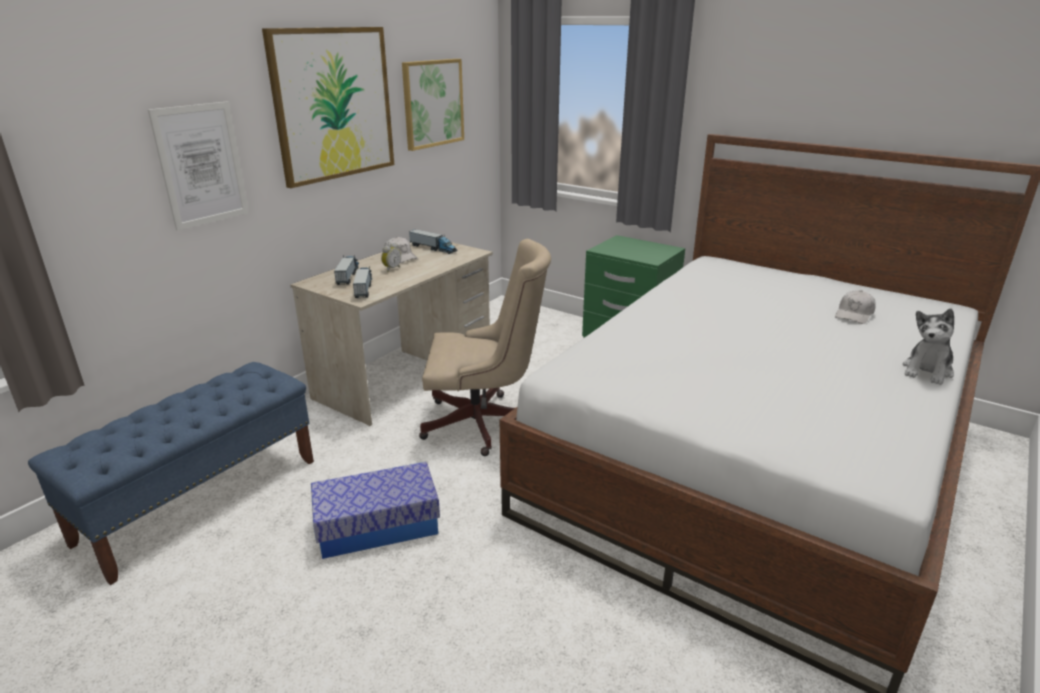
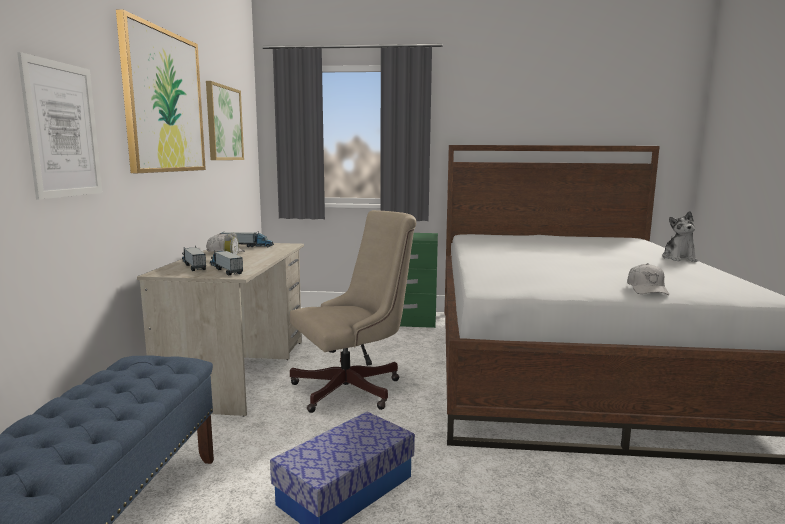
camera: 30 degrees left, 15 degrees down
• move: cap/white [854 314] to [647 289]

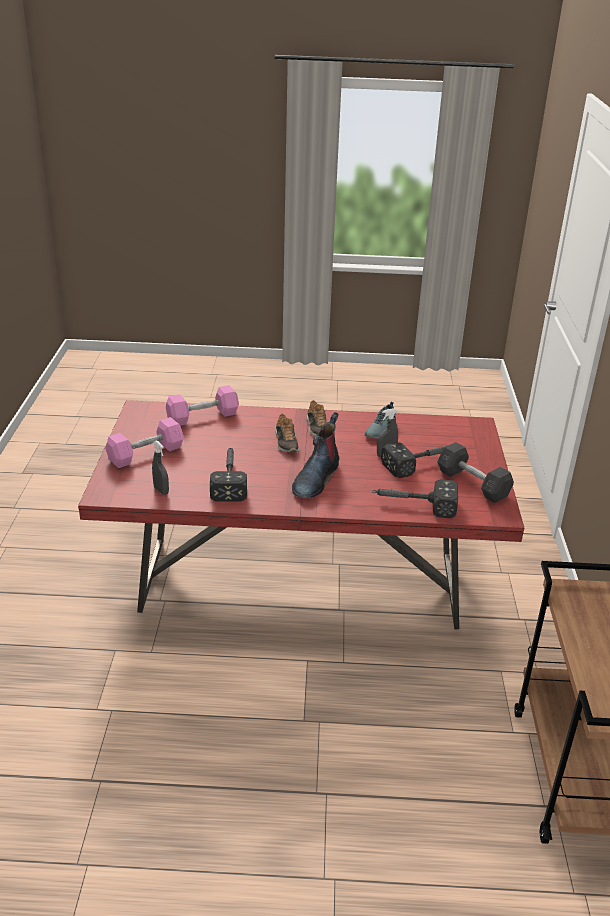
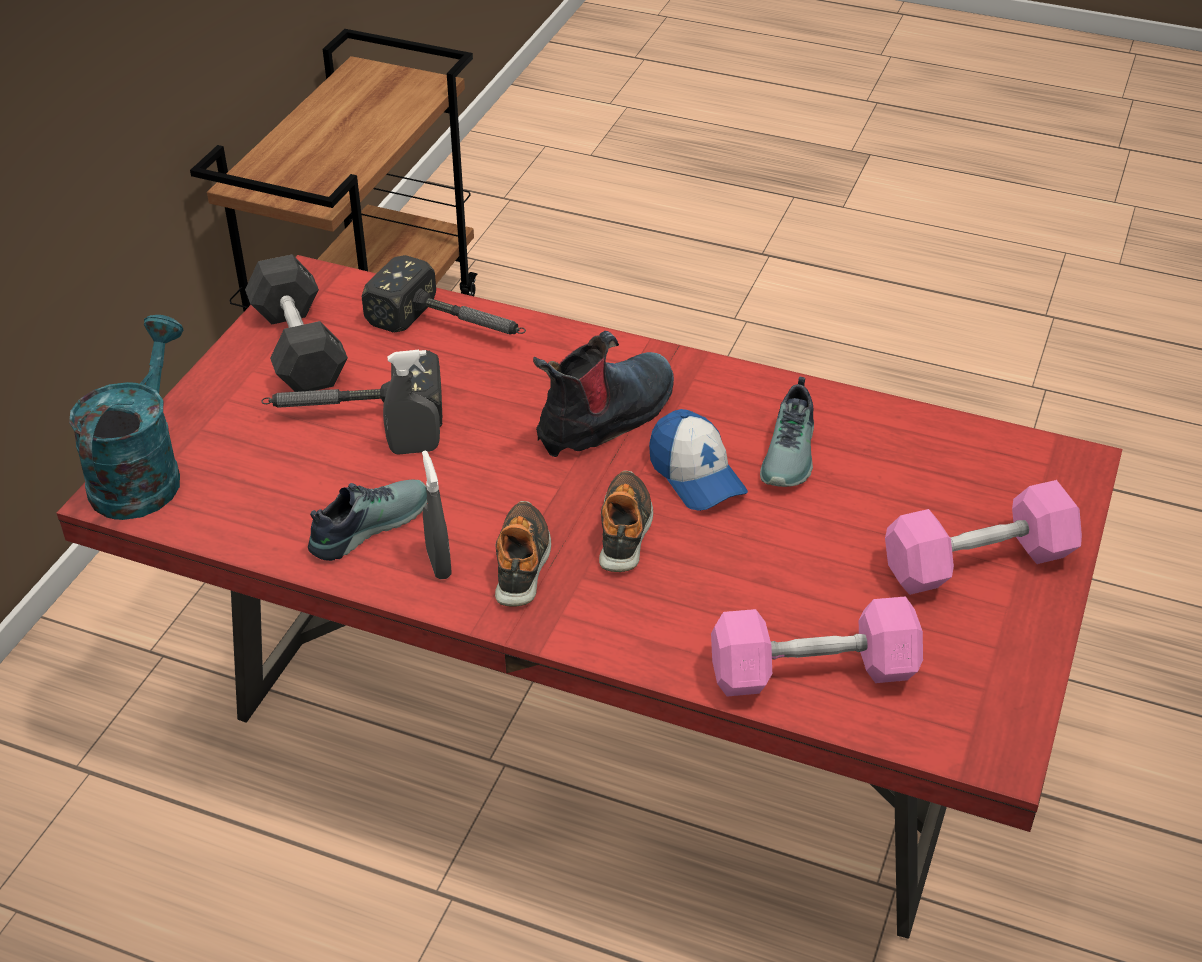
camera: 160 degrees left, 10 degrees up
• insert: watering can/turquoise [142 473]
• move: spray bottle/grey [161 490] to [439 563]
• insert: cap [696 475]
• replace: hammer [229 478] to shoe [792 453]

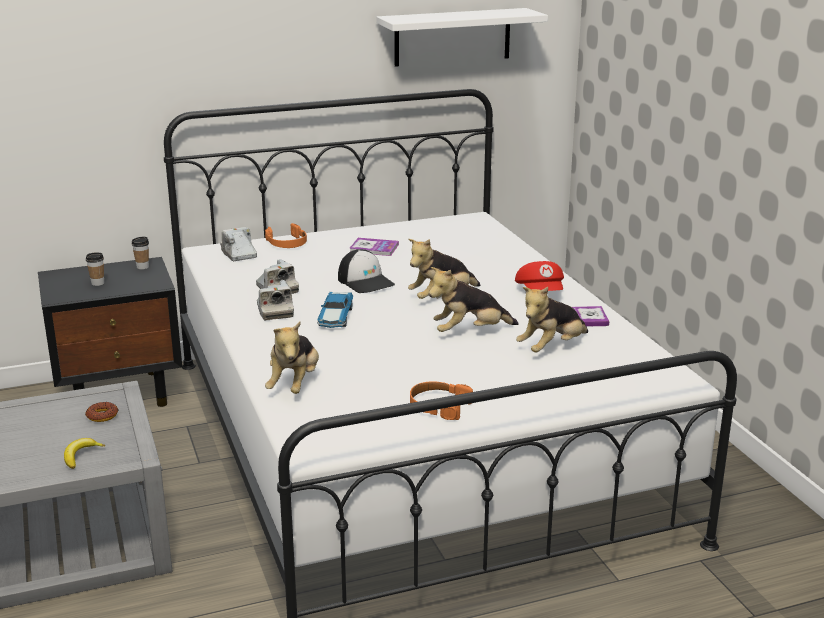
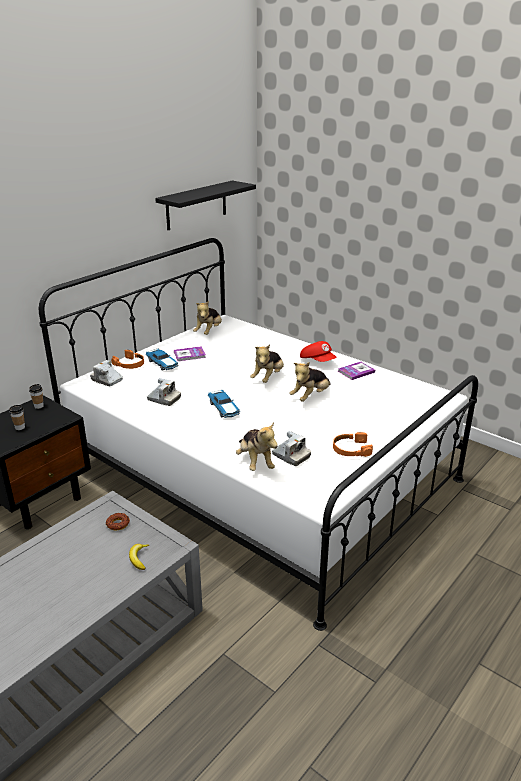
camera: 30 degrees left, 5 degrees up
• insert: toy car [162 364]
• recolor: shelf/white [452 37] to shelf/black [196 205]
• move: plush toy [552 348] to [209 332]
• move: photo camera [275 311] to [291 456]
• delete: cap [366 281]

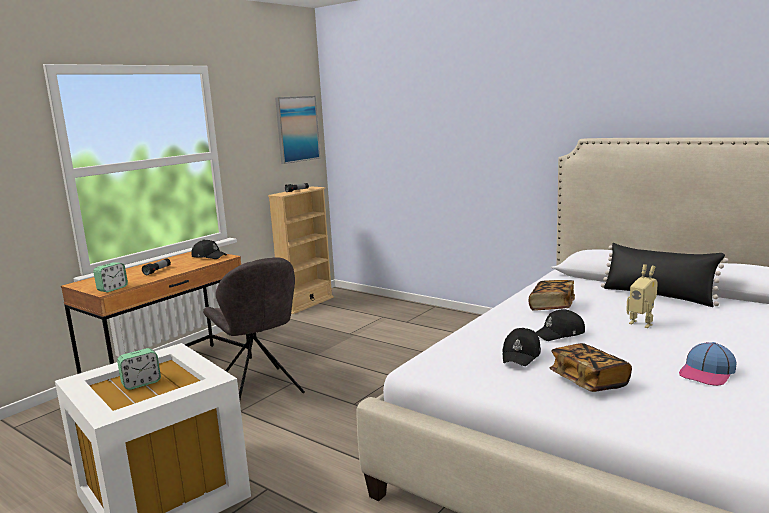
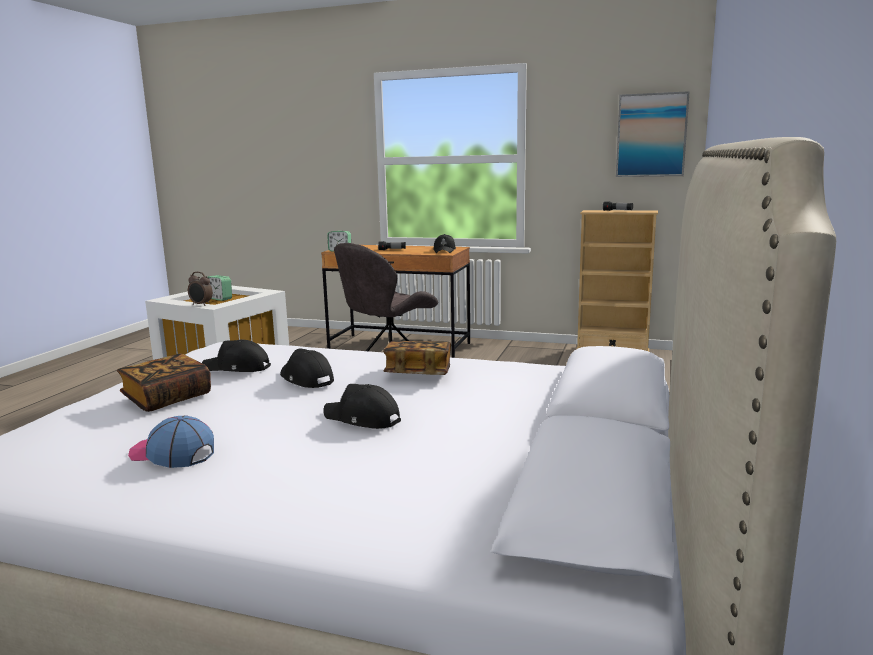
camera: 70 degrees right, 0 degrees up
• insert: alarm clock [201 305]
• replace: toy robot [642 323] to cap/black [362 419]
• delete: pillow/black [658 296]

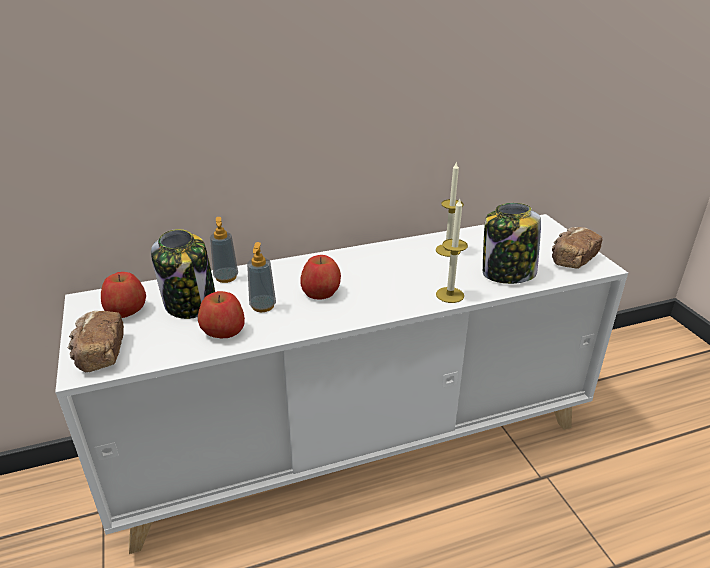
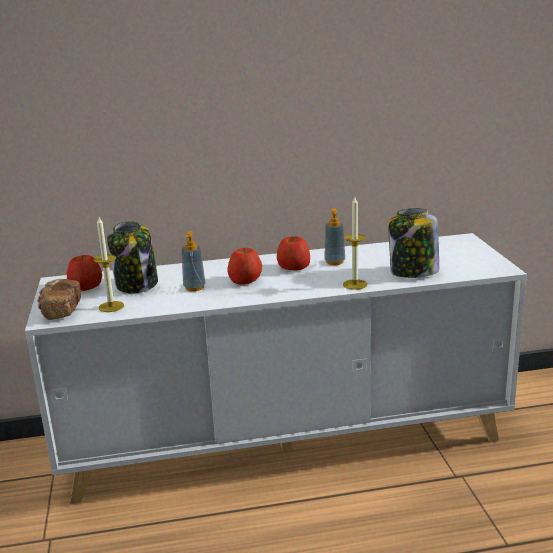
camera: 10 degrees right, 10 degrees down
• move: candle [448 250] to [111 306]
• move: apple [223 331] to [293 267]
• move: soap dispenser [226 277] to [334 262]
• delete: bread [572 259]

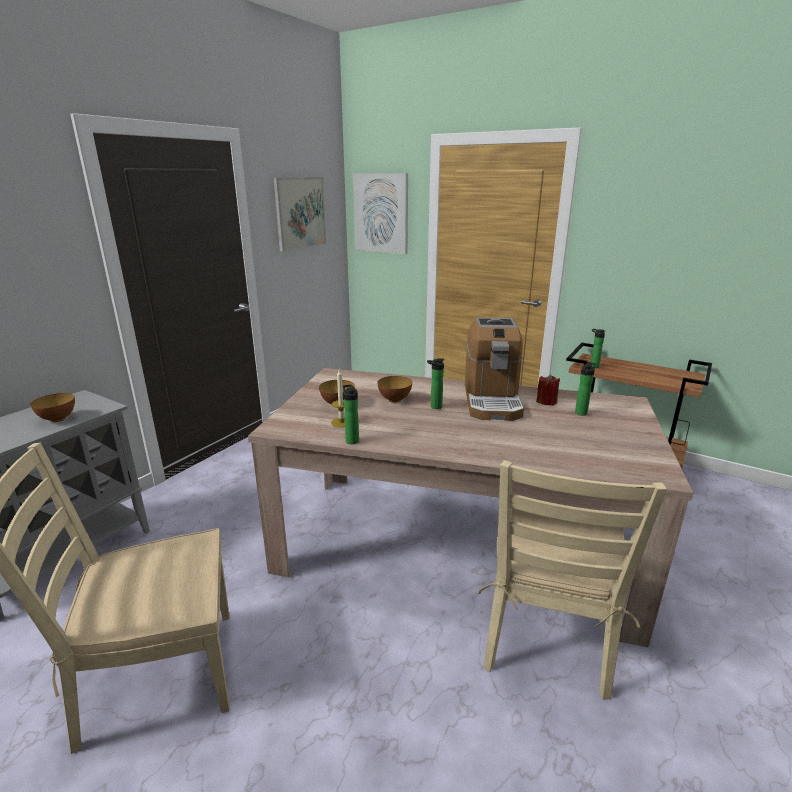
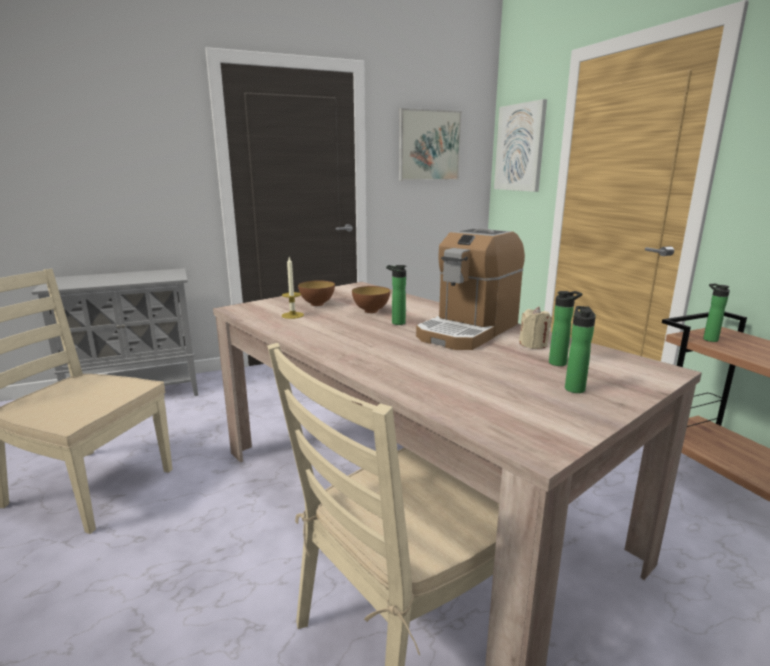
camera: 35 degrees right, 5 degrees down
• recolor: candle/red [546 401] to candle/beige [533 345]
• move: bottle [351 440] to [574 388]
• delete: bowl [58 419]

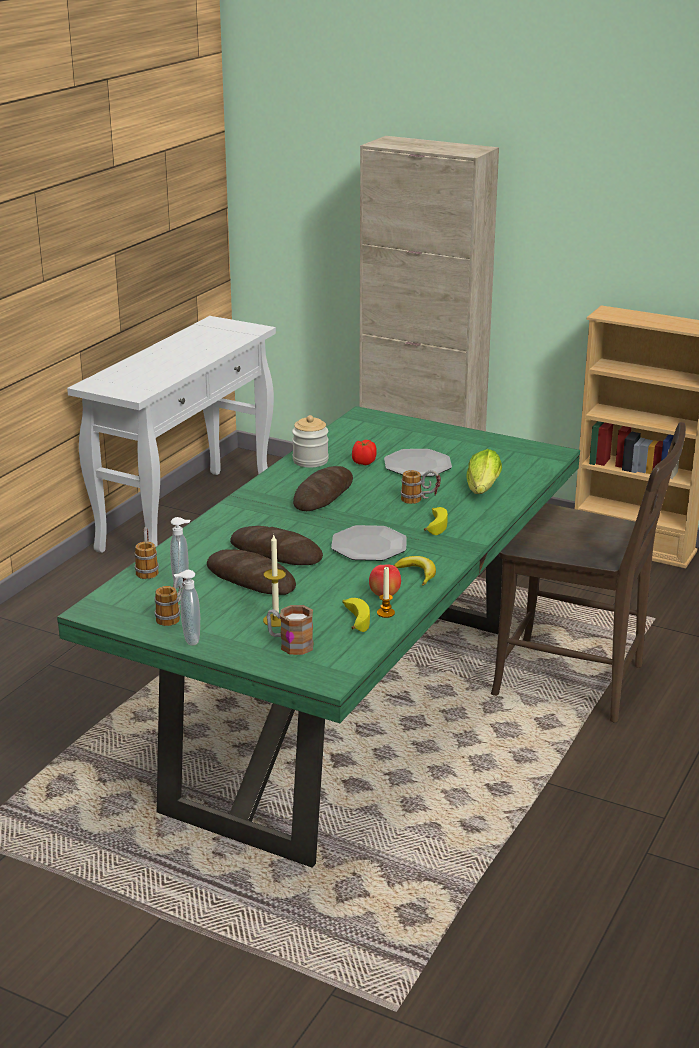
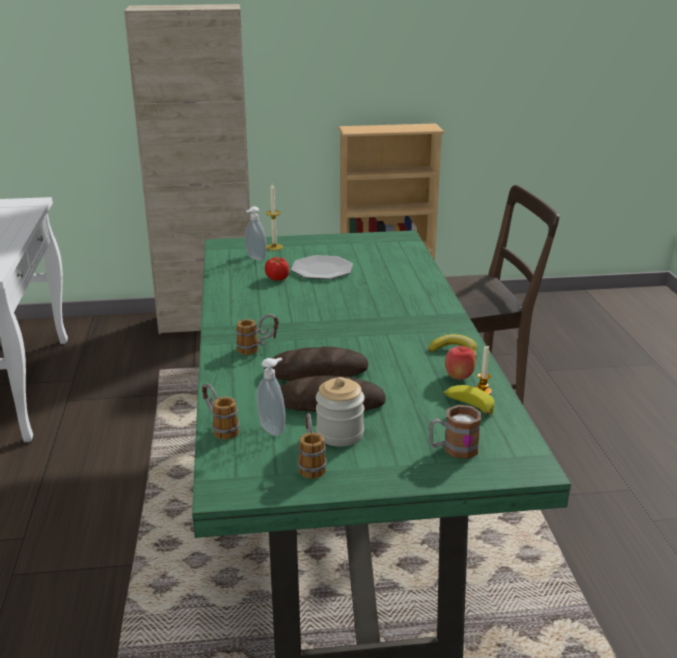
camera: 35 degrees left, 0 degrees up
• move: mug [420 501] to [258 349]
• move: soap dispenser [189 639] to [255 258]
• move: candle [276 620] to [274 247]
• move: jar [310 461] to [340 434]
• delete: bread [323 494]
• delete: plate [368 546]
• delete: banana [435 525]
• delete: lettuce [482 490]

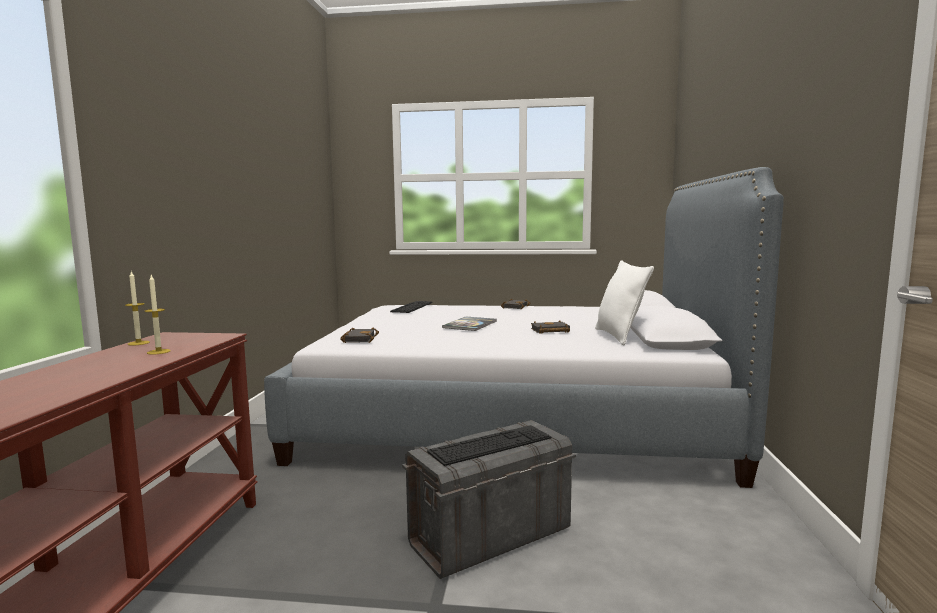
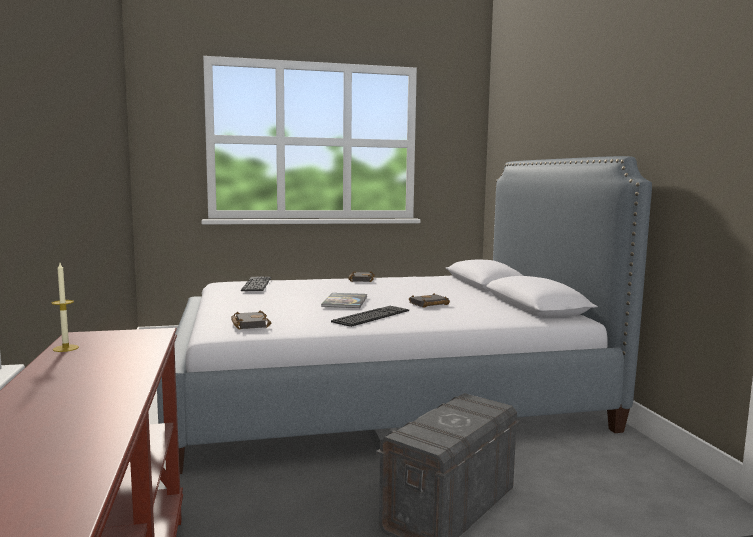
camera: 20 degrees left, 0 degrees up
• move: keyboard [491 445] to [371 316]
• delete: candle [158 352]
• delete: pillow/white [619 336]

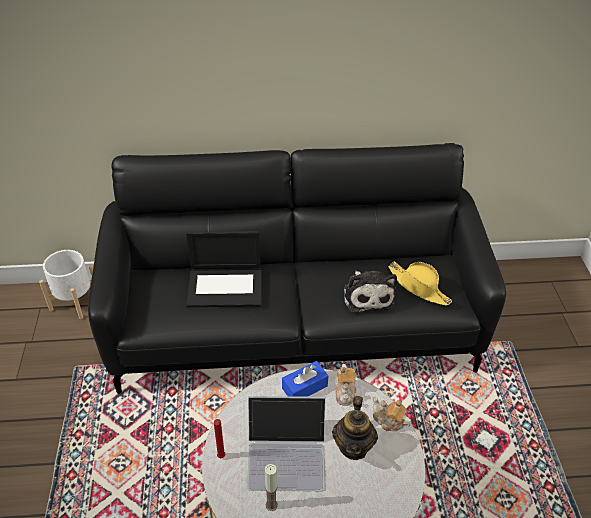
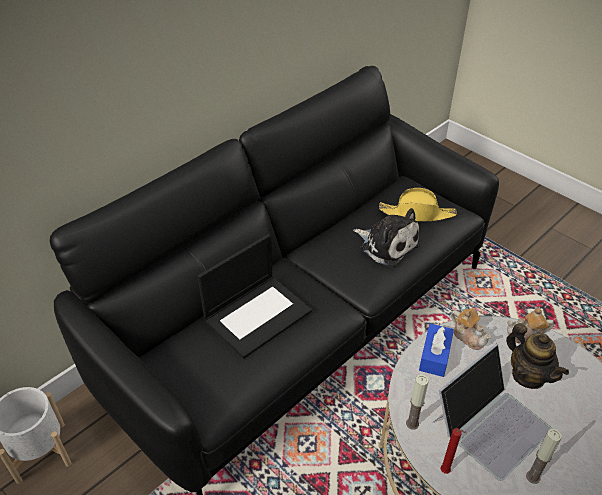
camera: 40 degrees left, 0 degrees up
• insert: candle [412 423]

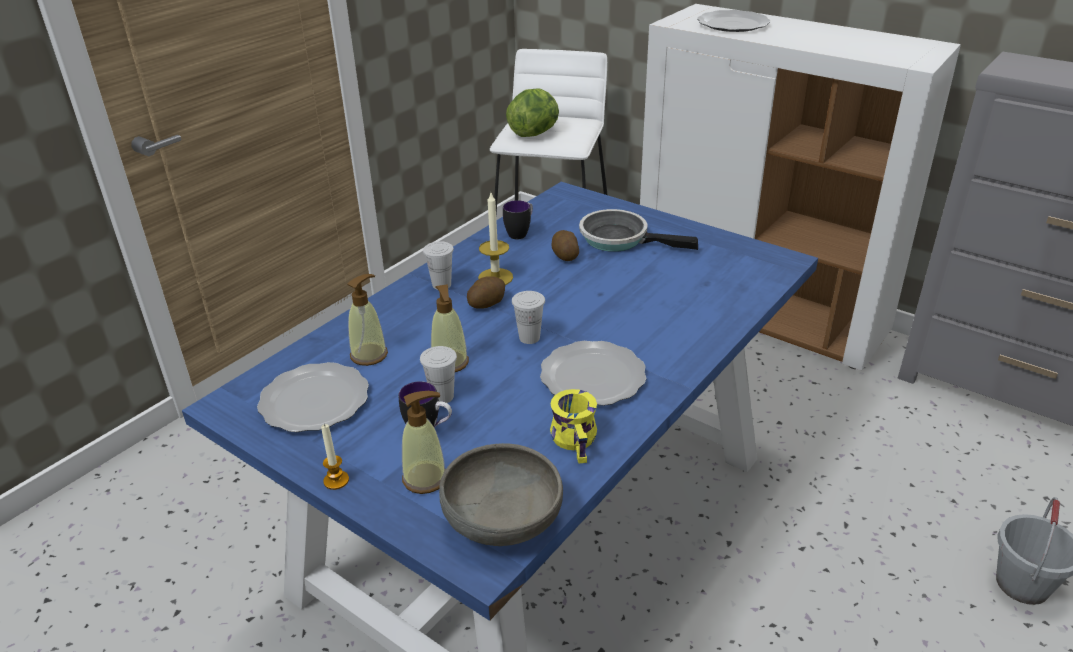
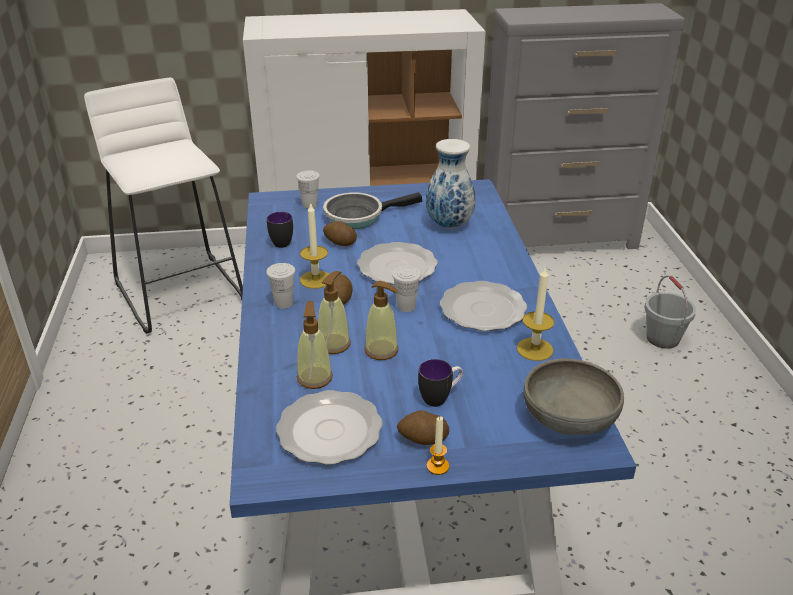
camera: 45 degrees left, 0 degrees up
• move: cup/white [442 396] to [309 205]
• move: soap dispenser [425 478] to [334 344]
• move: plate [733 24] to [398 267]
• insert: potato [422 439]
• insert: vase [448 225]
• replace: mug/yellow [578 440] to candle [534 349]
• delete: lettuce [535 133]

